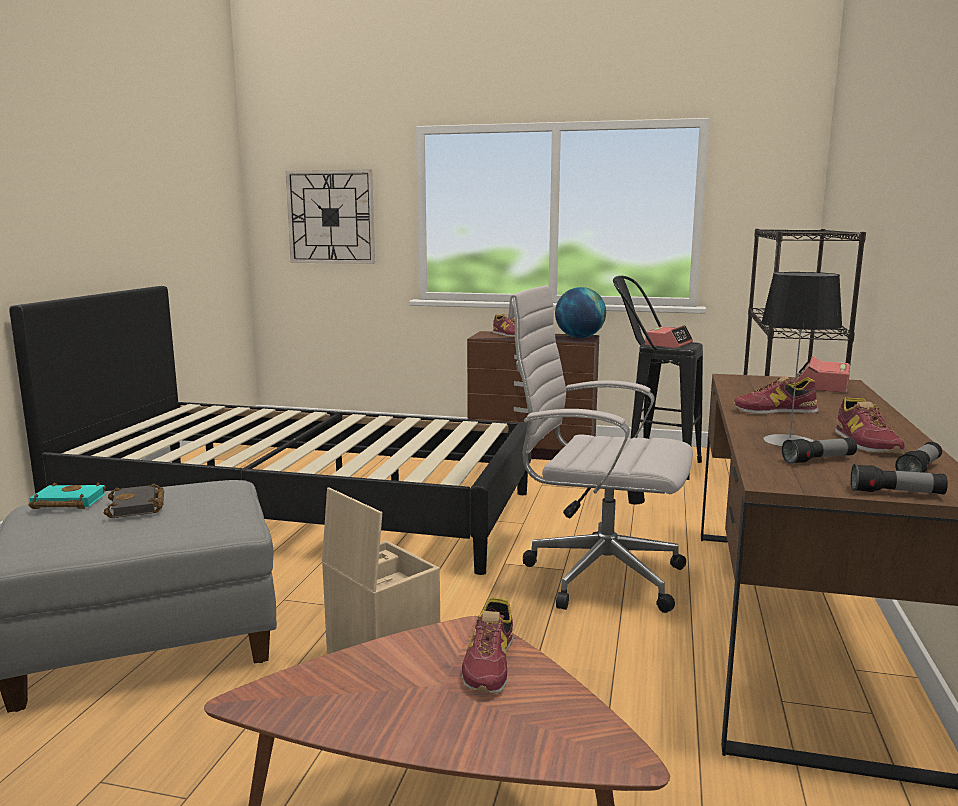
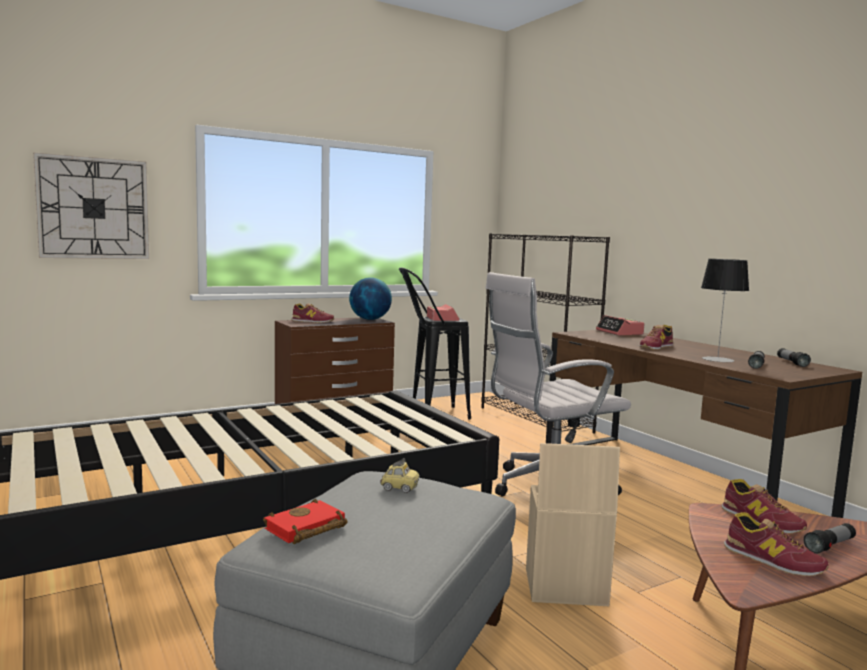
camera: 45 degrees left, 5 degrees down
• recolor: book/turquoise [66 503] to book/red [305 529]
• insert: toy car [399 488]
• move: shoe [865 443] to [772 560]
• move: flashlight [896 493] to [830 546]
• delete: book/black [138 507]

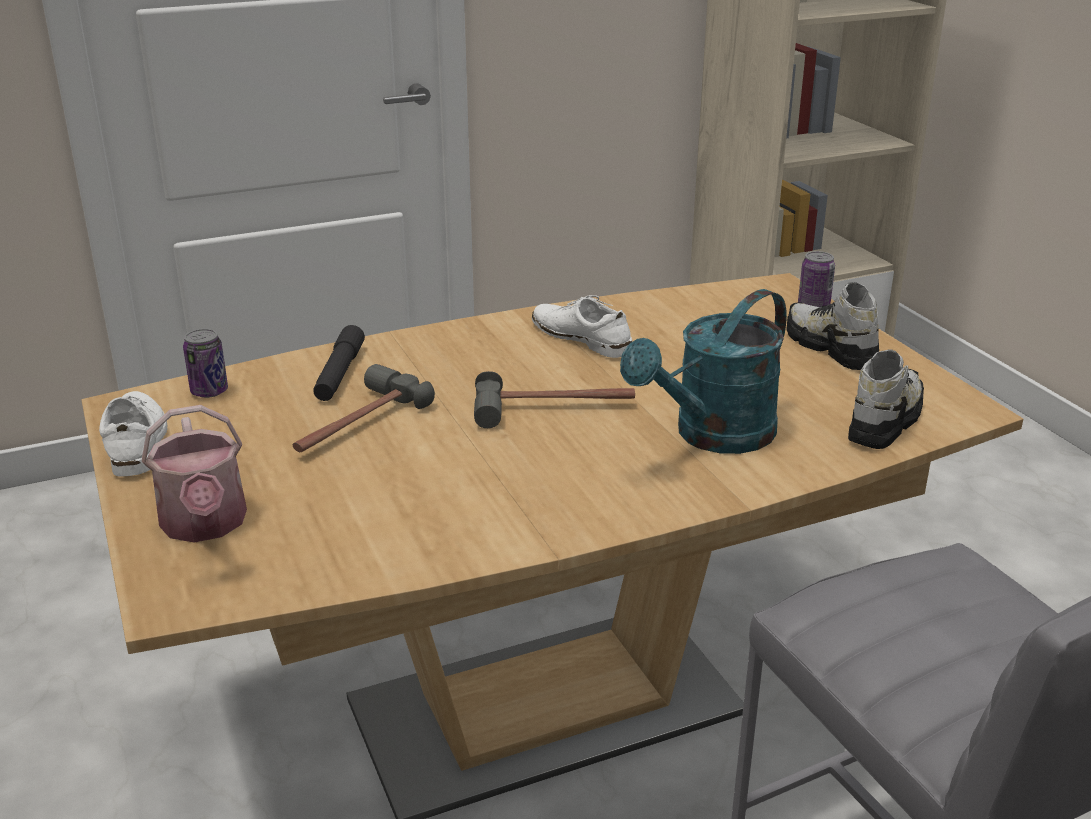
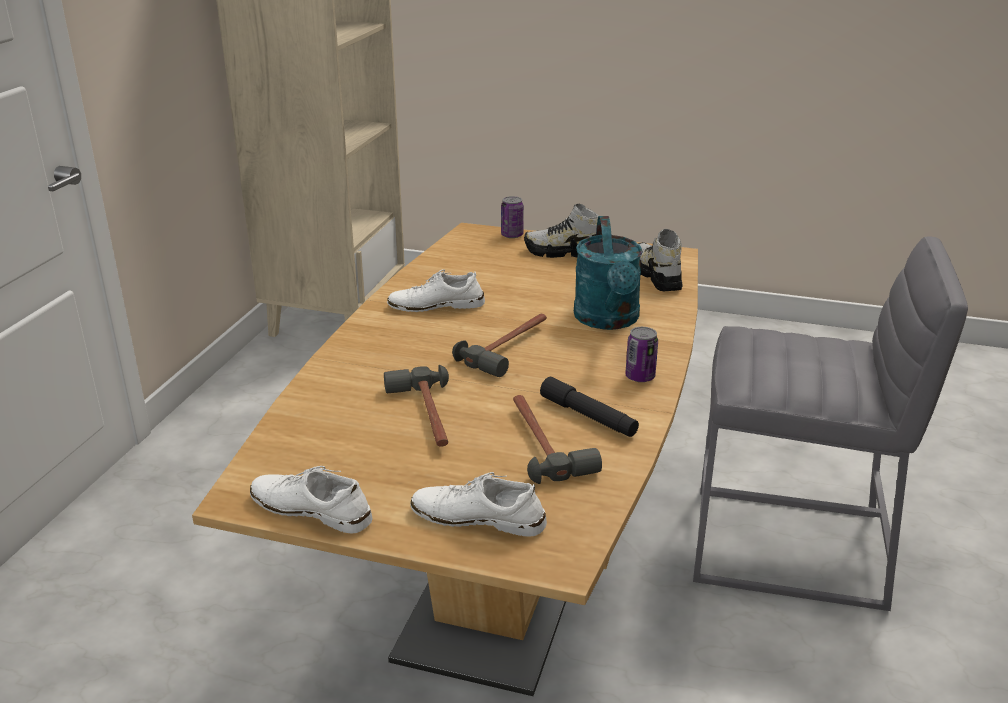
camera: 50 degrees left, 0 degrees up
• replace: watering can [205 525] to shoe/white [478 517]
• insert: hammer [543 443]
• move: flashlight/black [339 374] to [588 416]
• move: can [209 391] to [640 377]

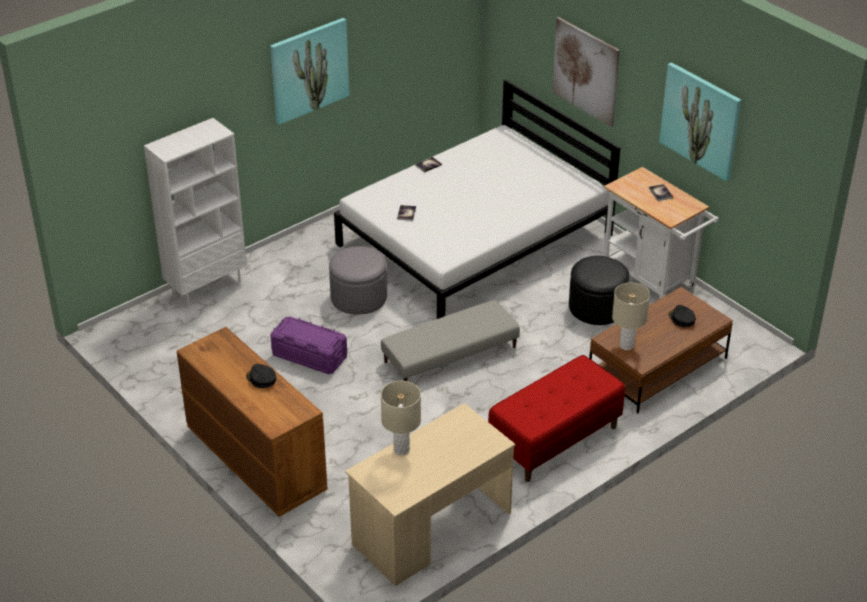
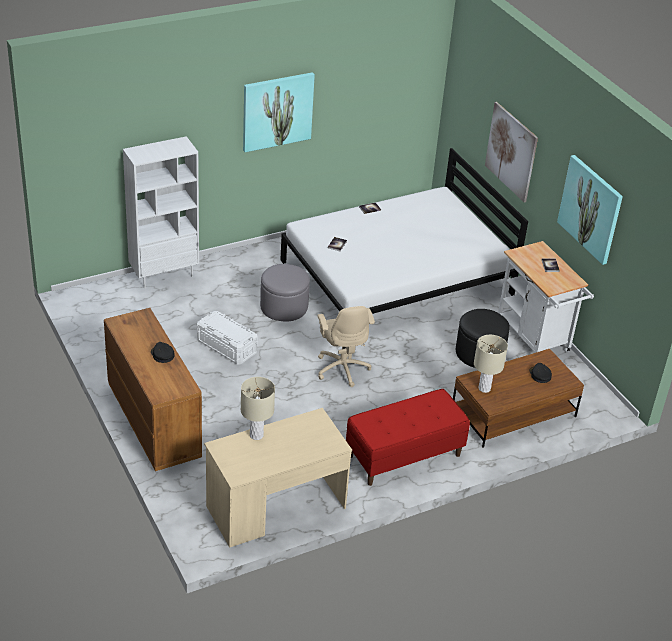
camera: 10 degrees right, 0 degrees up
• recolor: storage box/purple [309 356] to storage box/white [227 346]
• replace: ottoman/grey [450 355] to office chair/beige [342 368]

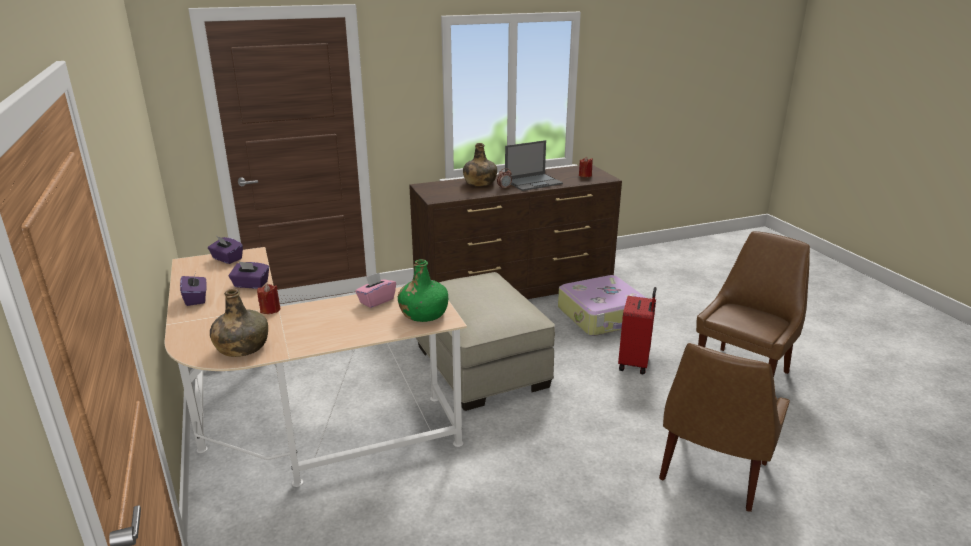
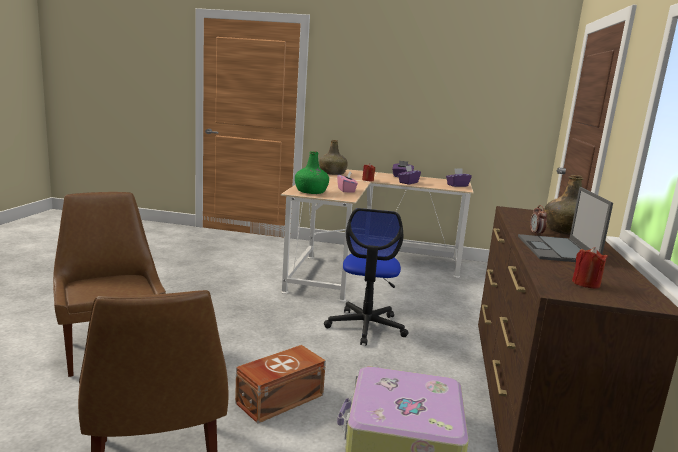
camera: 120 degrees right, 10 degrees down
• replace: suitcase/red [635 363] to storage box/brown [278 398]
• replace: ottoman/beige [481 366] to office chair [366 327]

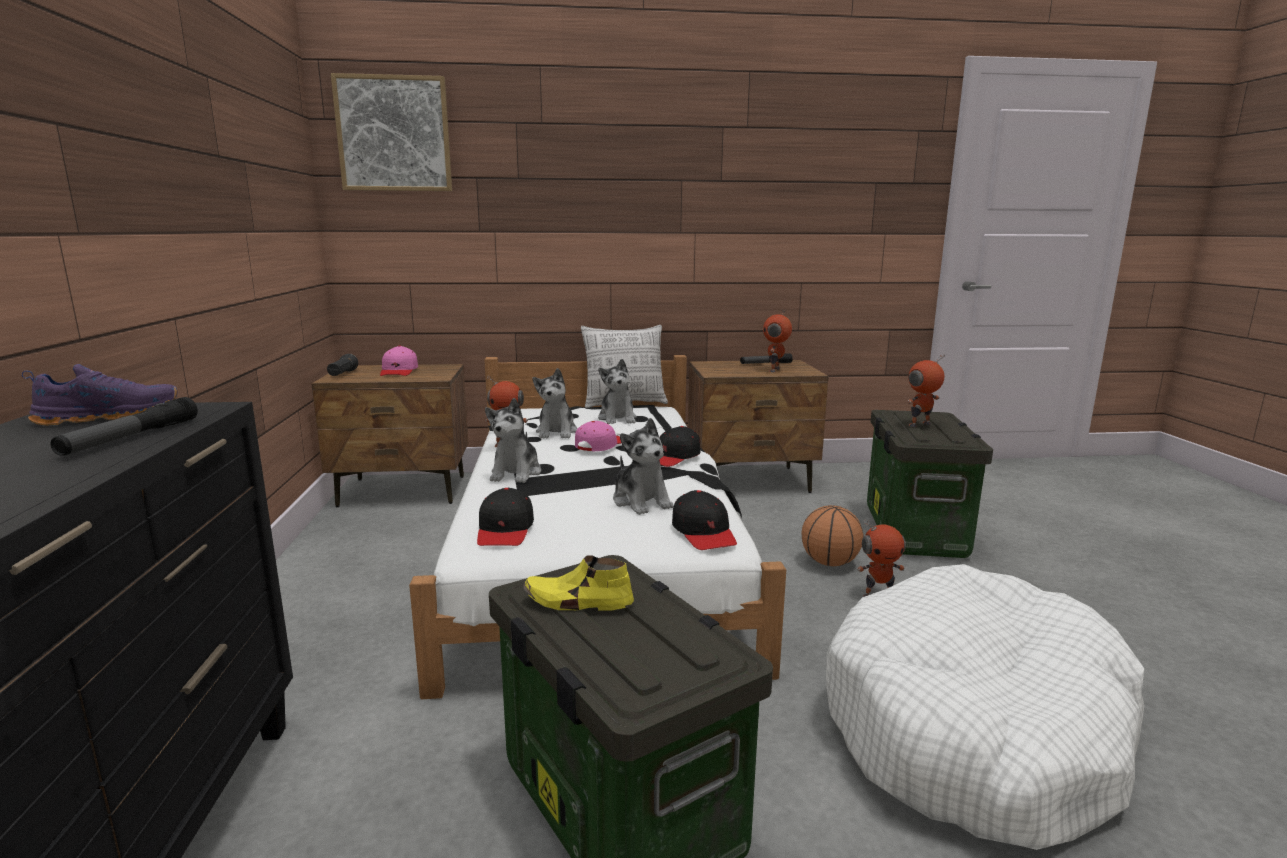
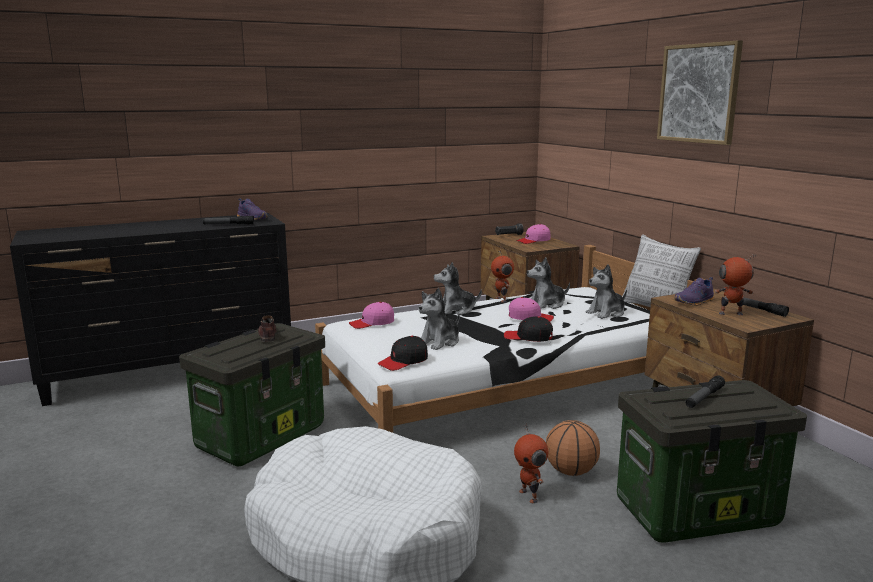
camera: 70 degrees right, 0 degrees up
• recolor: shoe/yellow [577 602] to shoe/brown [267 335]
• recolor: cap/black [505 530] to cap/pink [372 323]
• move: picture [394 134] to [699 93]
• insert: shoe/purple [695 302]
• replace: toy robot [920 425] to flashlight [704 397]

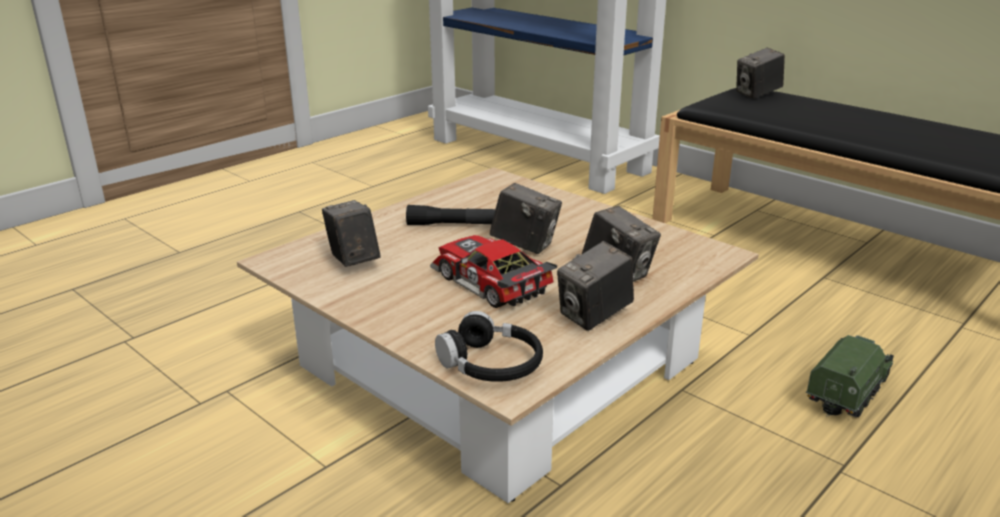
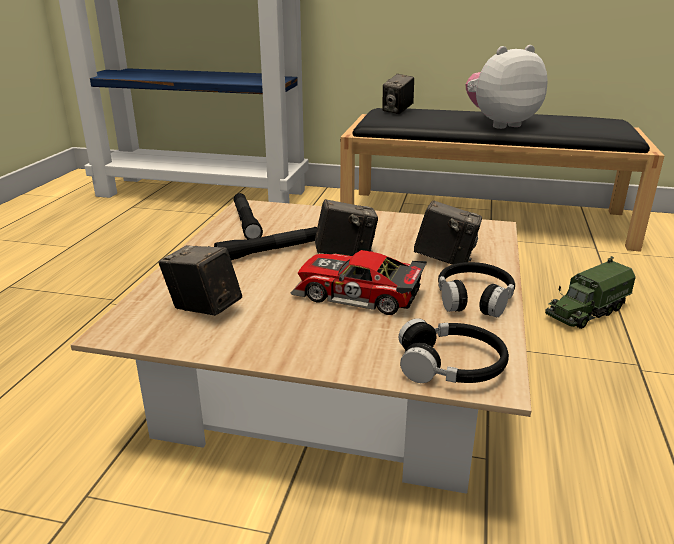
camera: 30 degrees left, 0 degrees up
• insert: flashlight/black [246 222]
• replace: photo camera [594 316] to headphones/black [474 298]
• insert: plush toy [500 124]
• rotate: toy truck [848 391] = [586 312] 135 degrees counterclockwise

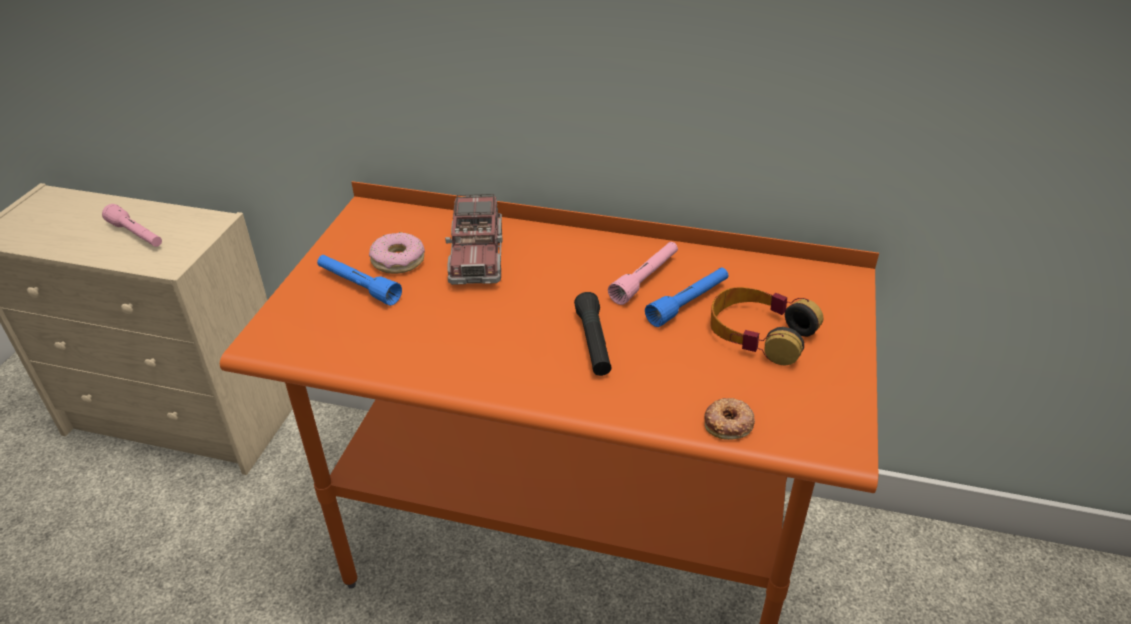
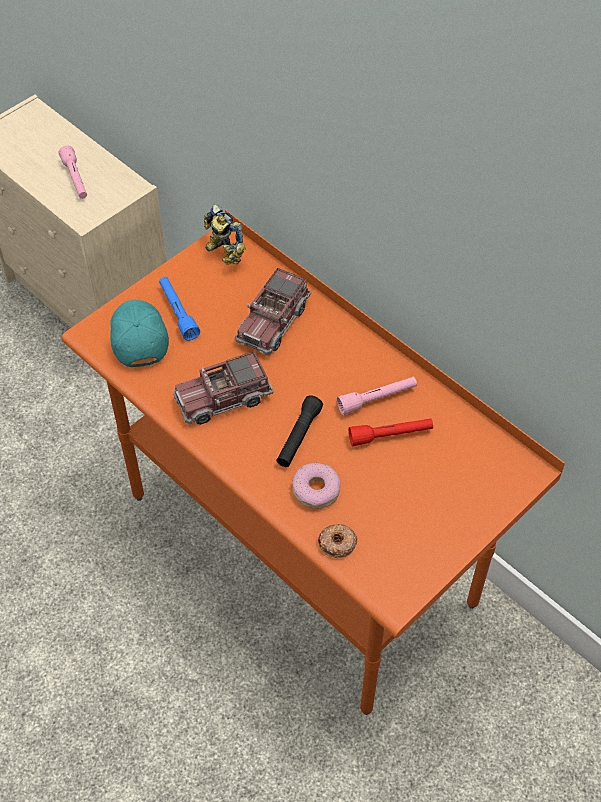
camera: 30 degrees right, 15 degrees up
• insert: cap/turquoise [138 337]
• insert: toy truck [223 398]
• insert: toy robot [222 254]
• move: donut [398 260] to [316 490]
• recolor: flashlight/blue [688 303] to flashlight/red [390 435]
• delete: headphones [759 333]

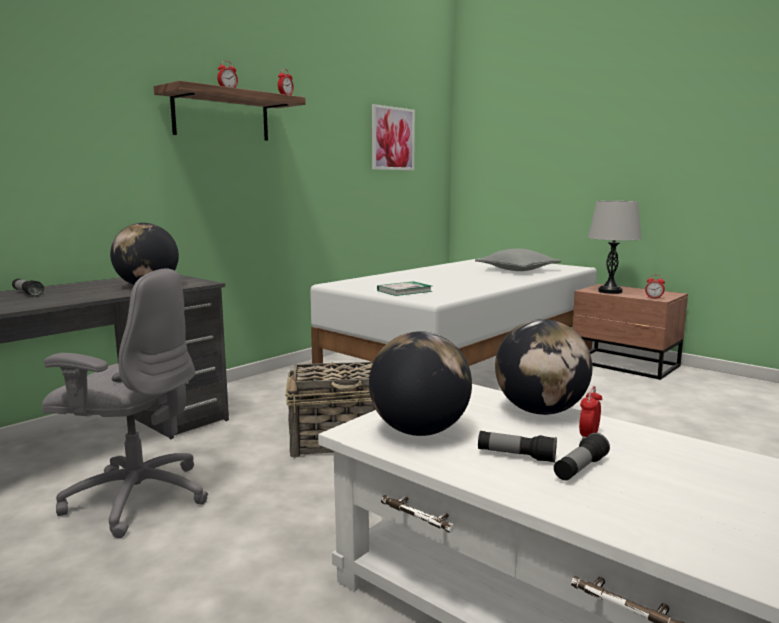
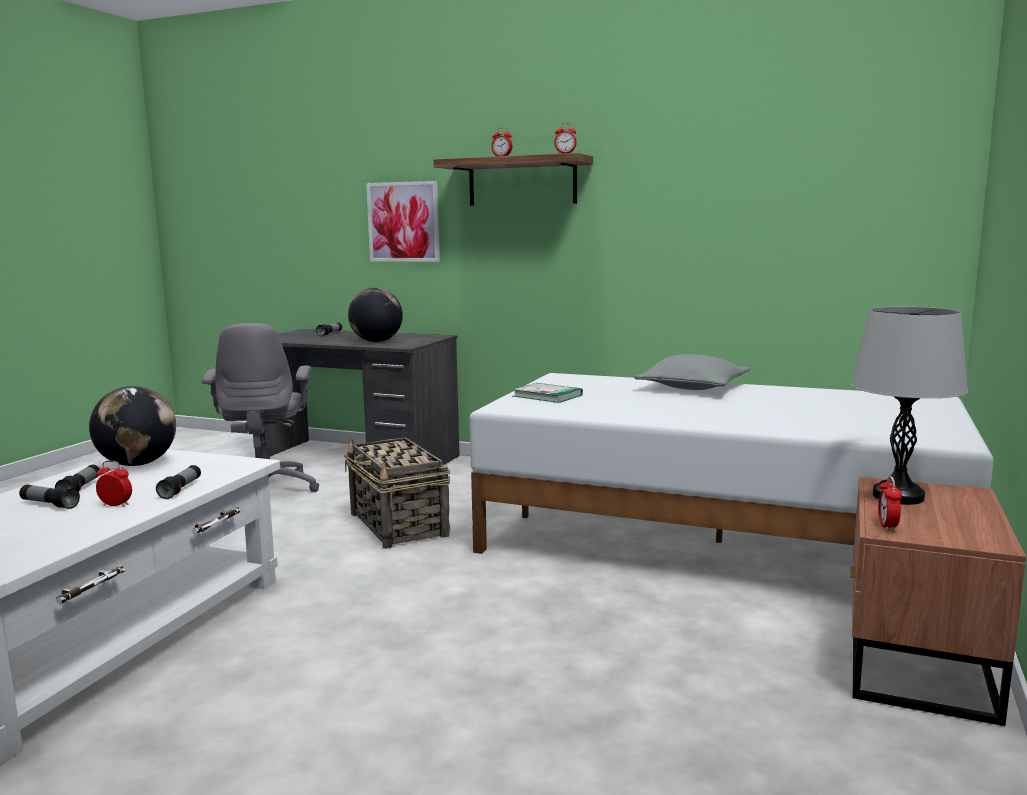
camera: 70 degrees right, 0 degrees up
• replace: globe [540 411] to flashlight [181 489]
• move: picture [392 138] to [403 222]
• move: pillow/grey [517 270] to [693 387]

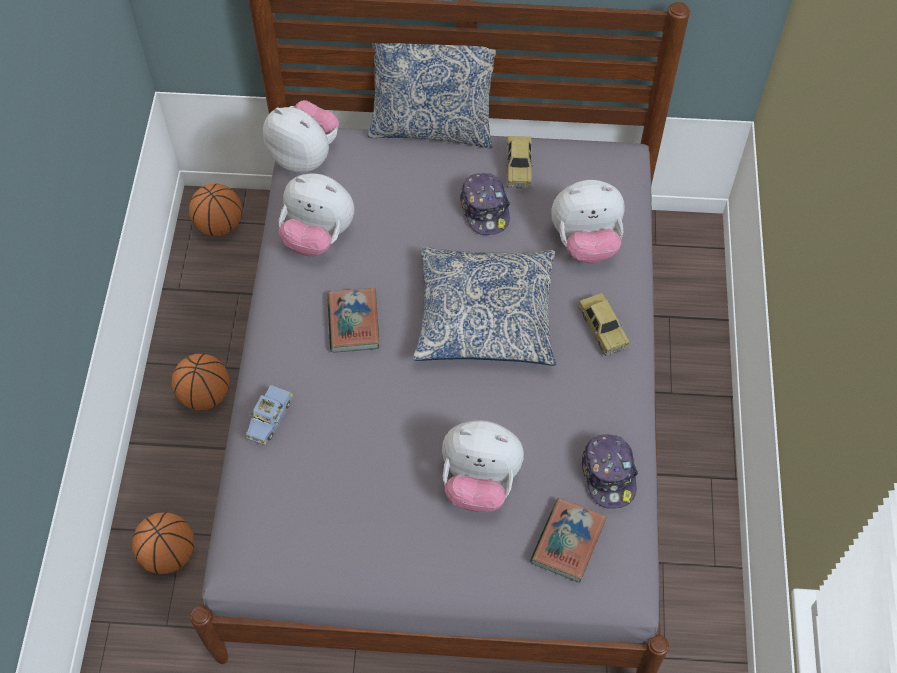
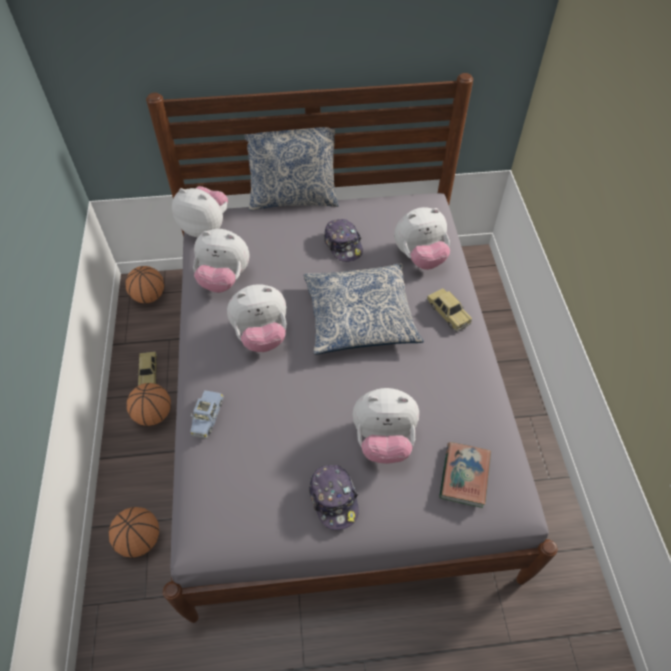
camera: 10 degrees left, 5 degrees down
• move: toy car [519 166] to [149 373]
• replace: book [353 323] to plush toy [261 335]
• move: cap [609 475] to [334 499]

